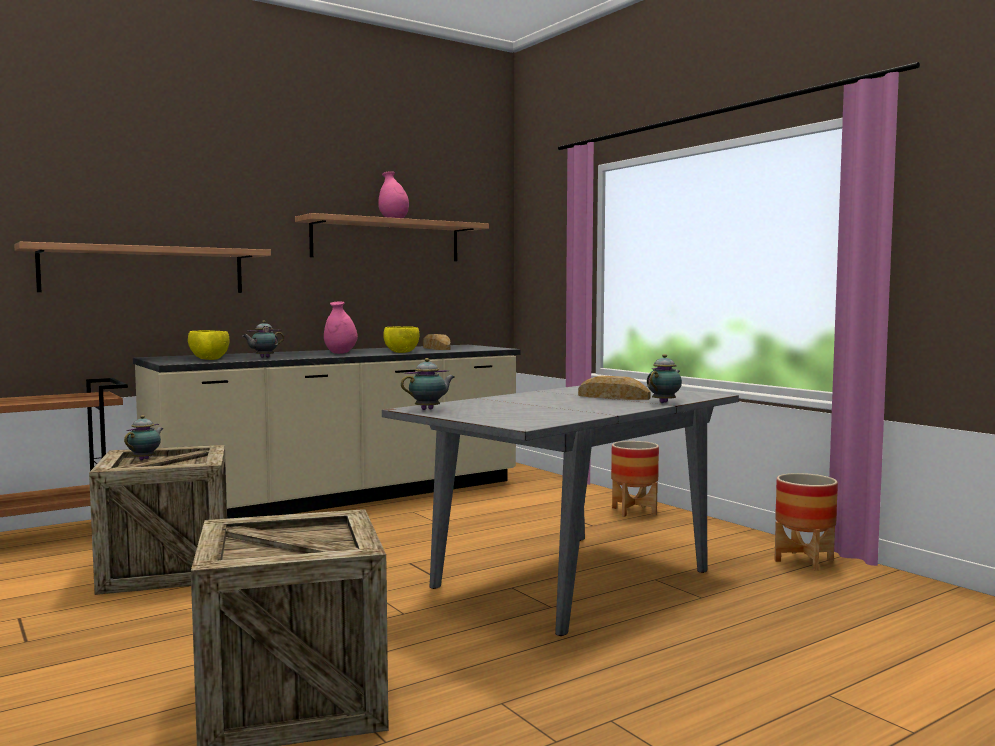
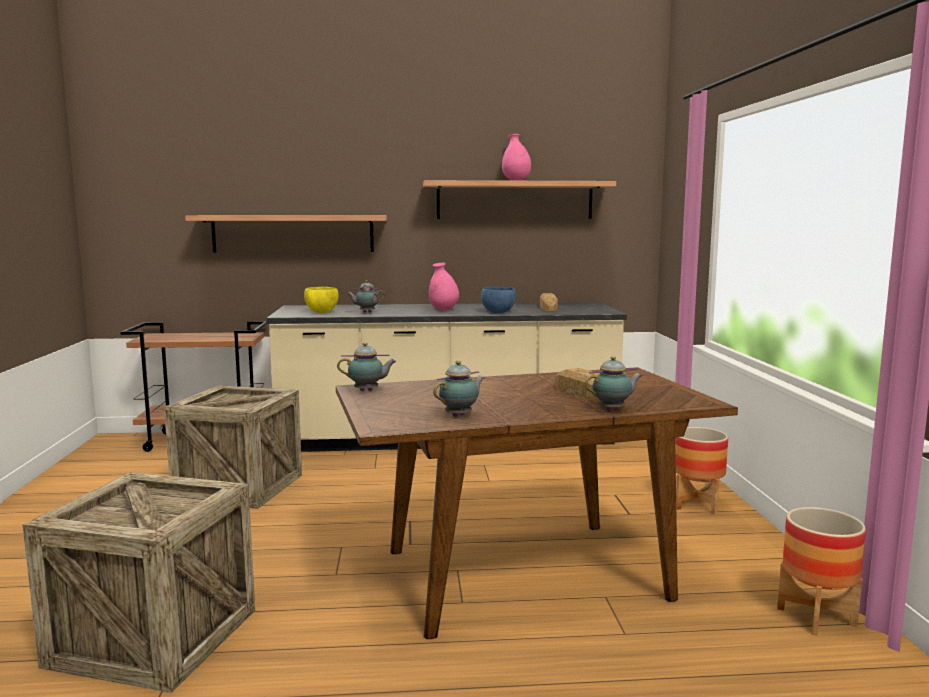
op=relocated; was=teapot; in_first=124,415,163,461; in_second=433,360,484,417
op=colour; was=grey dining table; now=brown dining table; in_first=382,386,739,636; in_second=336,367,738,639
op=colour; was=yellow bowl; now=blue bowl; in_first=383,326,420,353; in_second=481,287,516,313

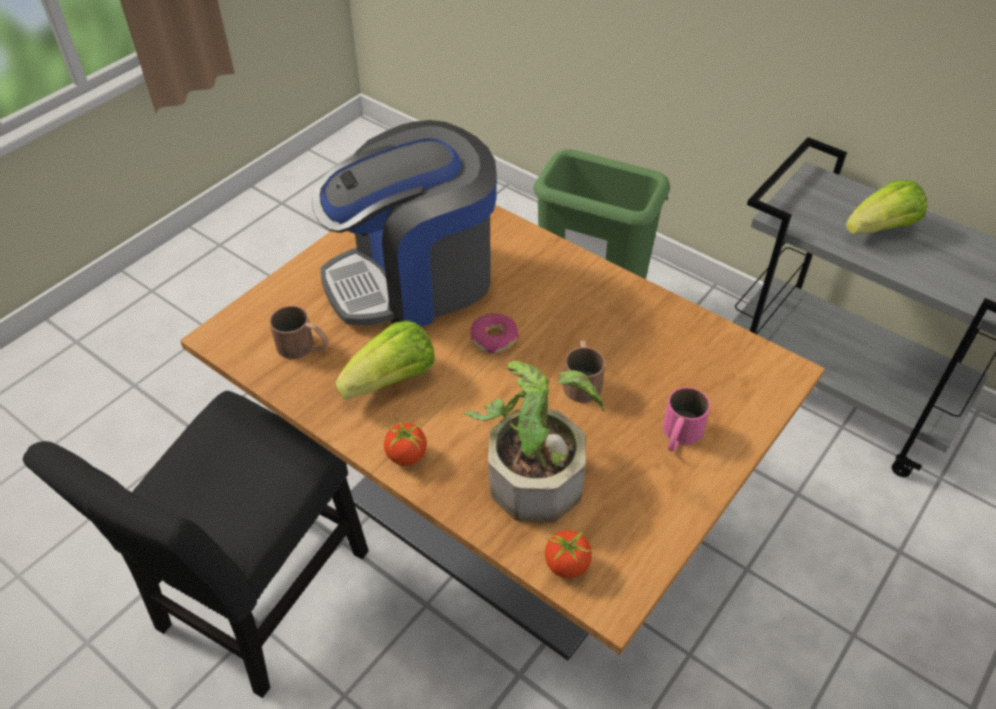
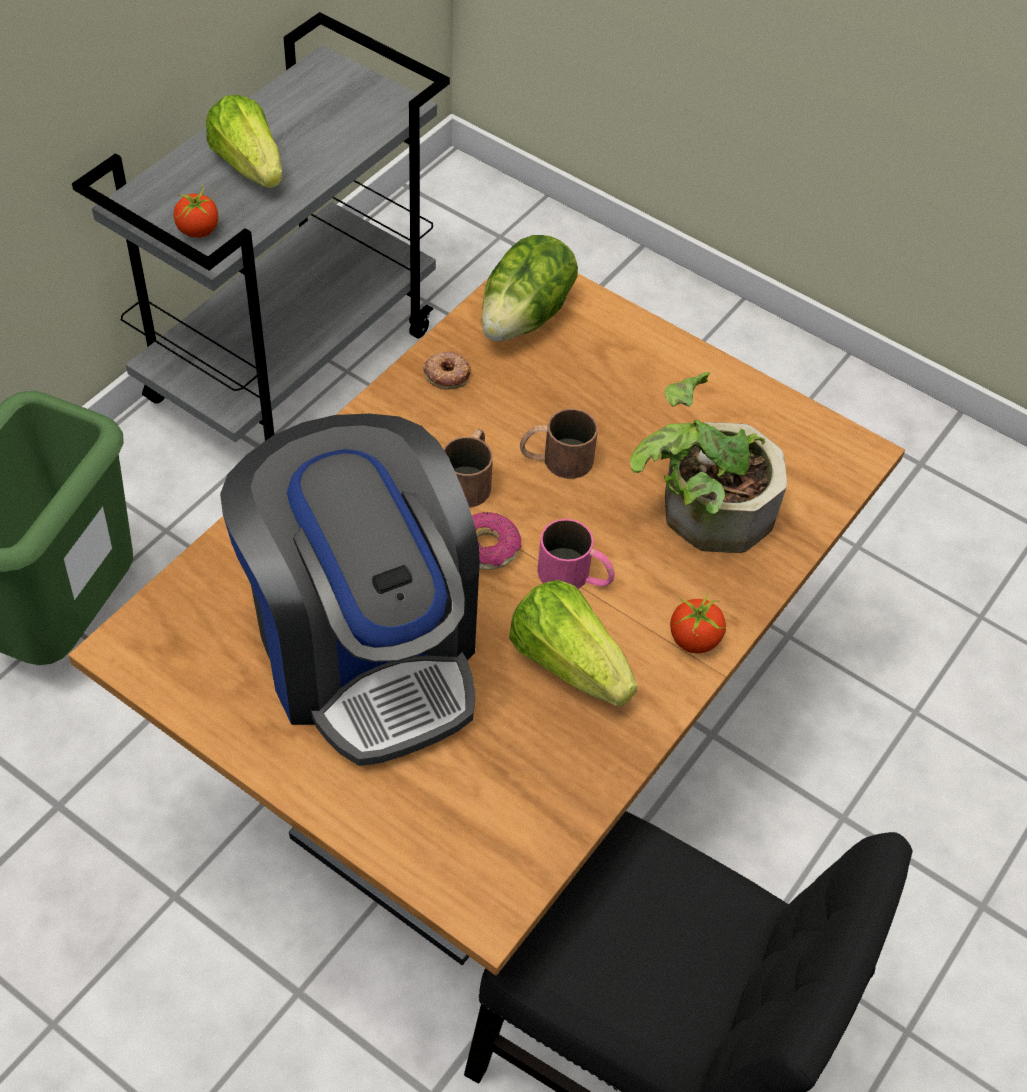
op=appeared; now=donut; in_second=423,352,471,390
op=appeared; now=lettuce; in_second=481,235,578,341
op=relocated; was=brown mug; in_first=269,306,328,359; in_second=443,429,493,508
op=relocated; was=tomato; in_first=545,527,596,578; in_second=174,184,218,238
op=relocated; was=pink mug; in_first=663,387,710,451; in_second=537,519,615,589

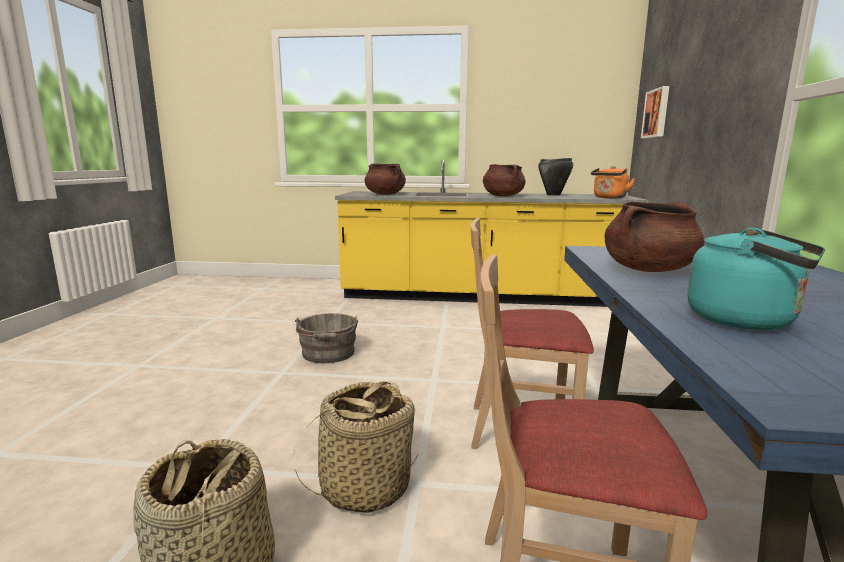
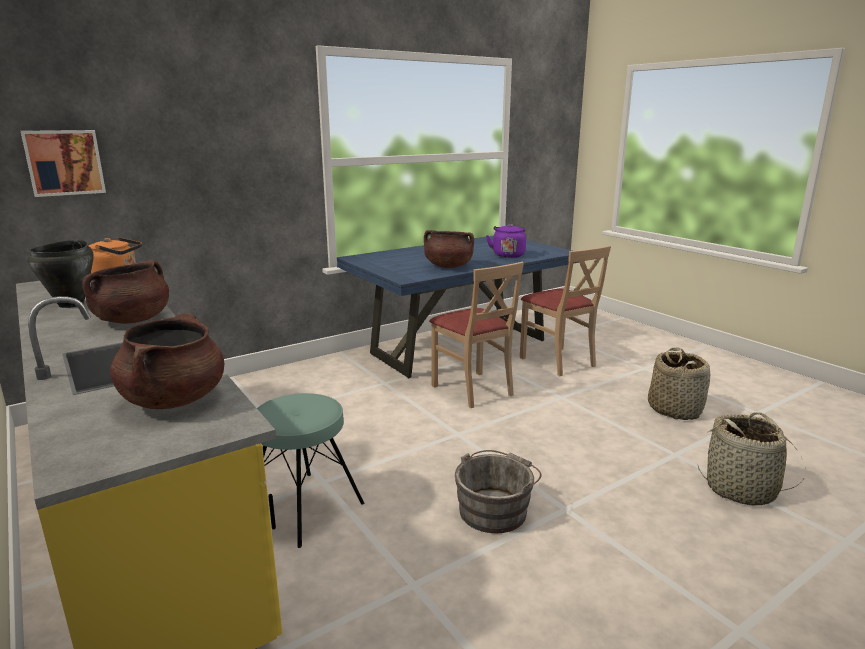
op=appeared; now=turquoise stool; in_second=257,393,365,548
op=relocated; was=basket; in_first=294,381,419,513; in_second=698,412,806,505
op=colour; was=turquoise kettle; now=purple kettle; in_first=687,228,825,330; in_second=486,224,526,258

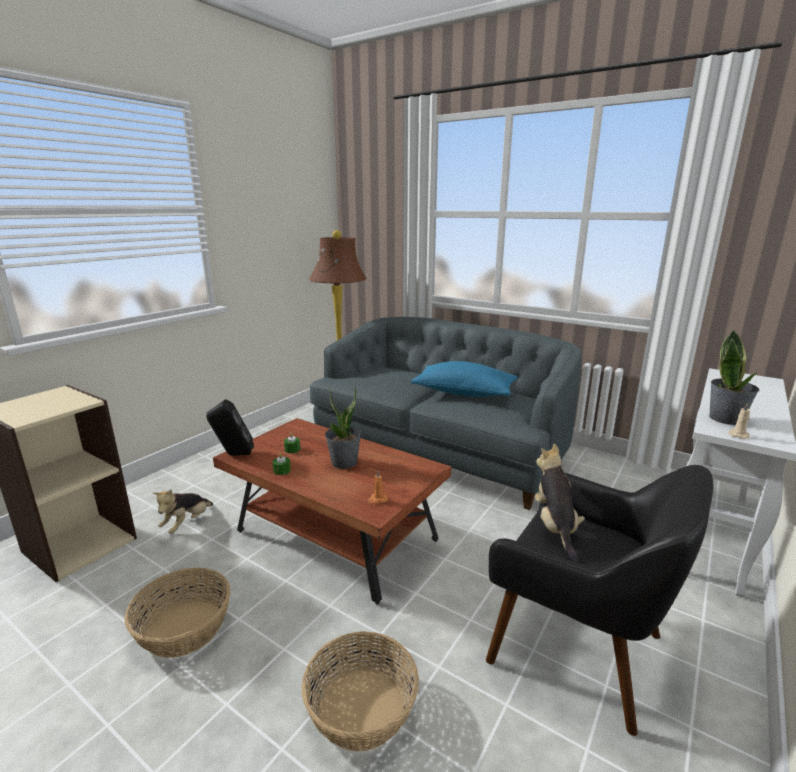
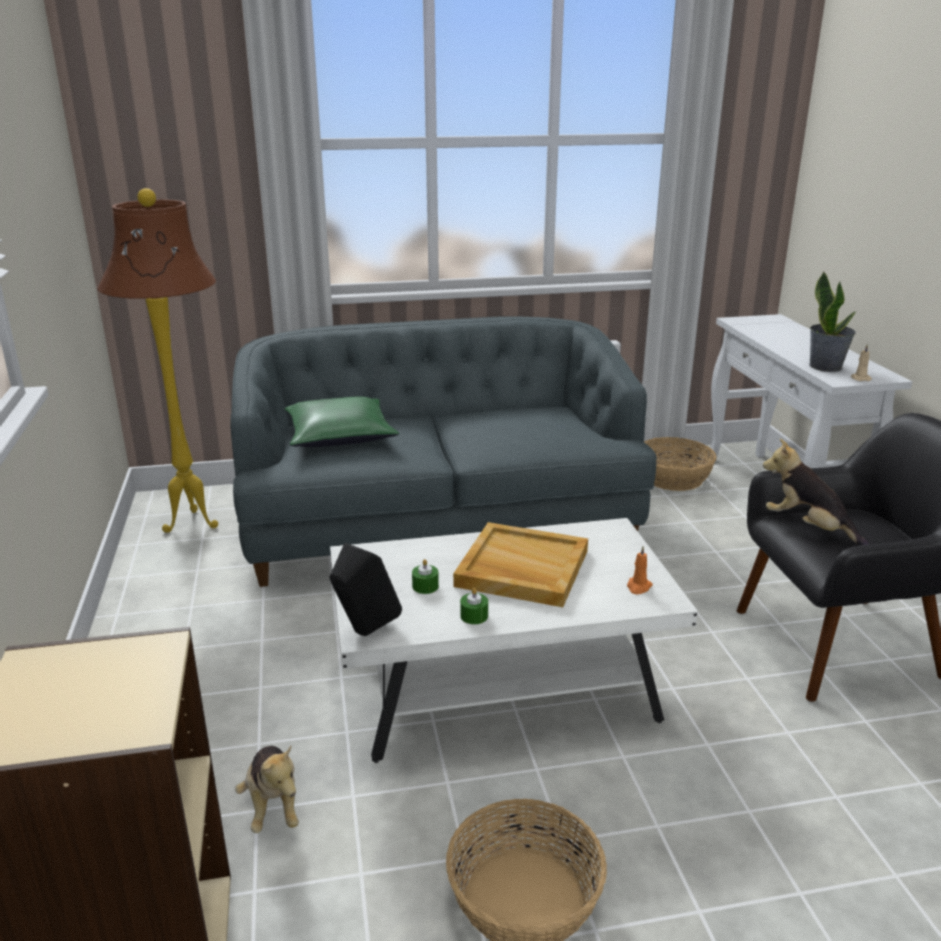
op=missing; was=blue pillow; in_first=411,361,518,397
op=appeared; now=green pillow; in_second=285,397,399,447
op=relocated; was=basket; in_first=302,632,419,752; in_second=644,437,717,491
op=exchanged; was=potted plant; now=beige tray; in_first=325,385,362,469; in_second=453,522,588,607
op=colour; was=brown coffee table; now=white coffee table; in_first=213,418,451,605; in_second=330,518,698,763

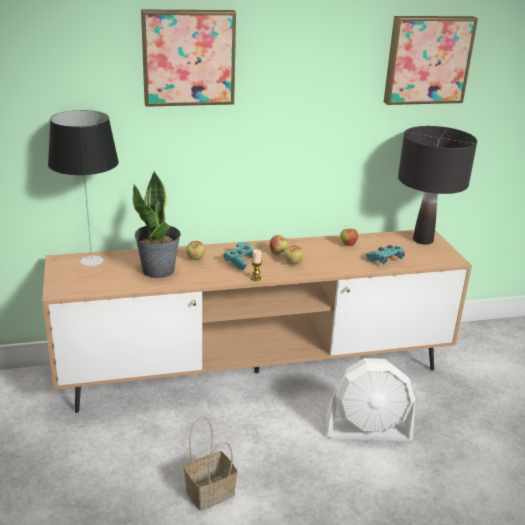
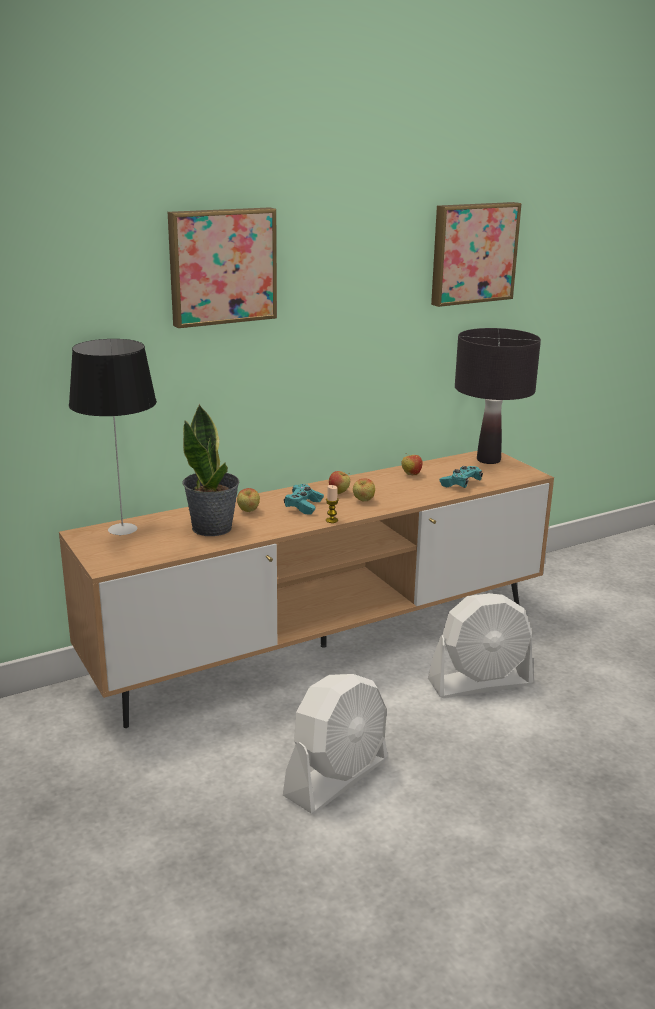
op=exchanged; was=basket; now=white fan; in_first=184,416,238,510; in_second=283,674,388,814

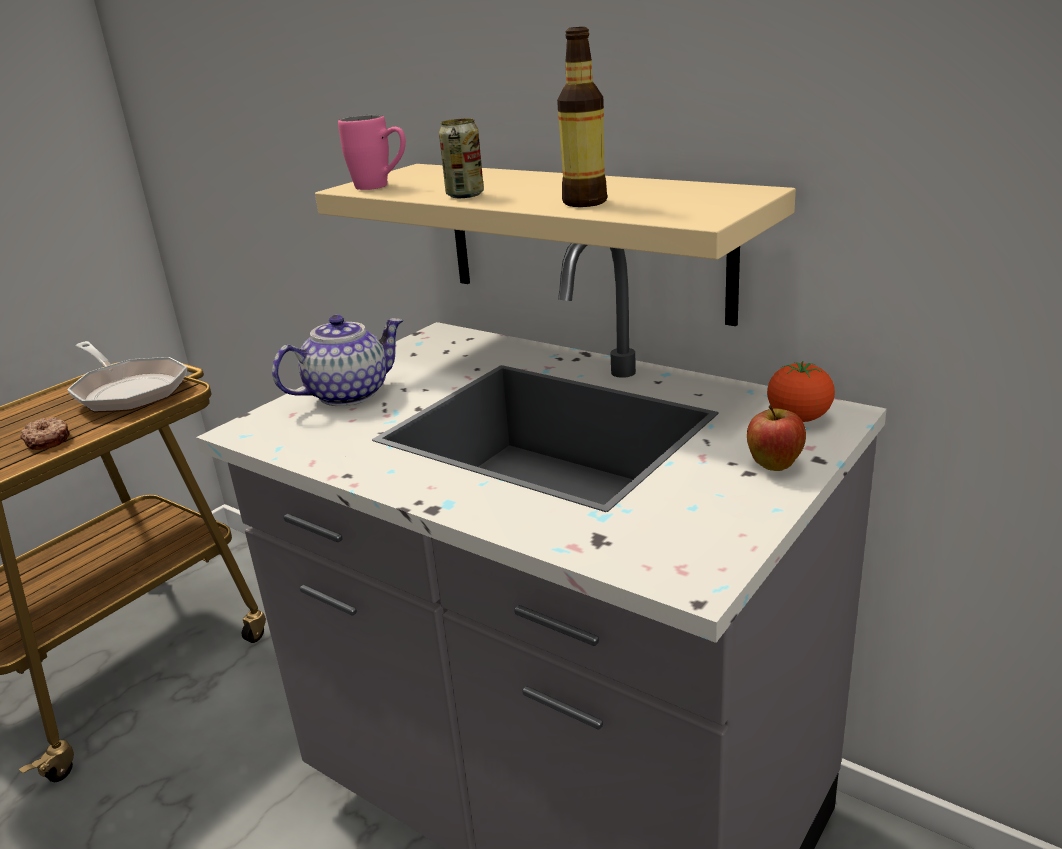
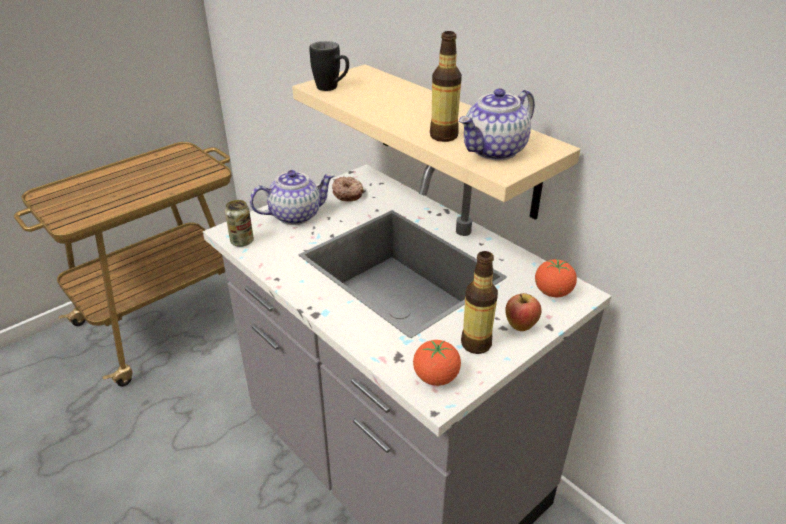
op=missing; was=frying pan; in_first=67,341,187,412
op=appeared; now=tomato; in_second=413,340,461,386
op=appeared; now=teapot; in_second=459,88,535,160
op=appeared; now=bottle; in_second=461,251,498,354
op=relocated; was=donut; in_first=20,417,70,450; in_second=332,177,364,201
op=relocated; was=can; in_first=439,118,484,198; in_second=225,200,254,247
op=colour; was=pink mug; now=black mug; in_first=338,115,406,190; in_second=309,41,349,91

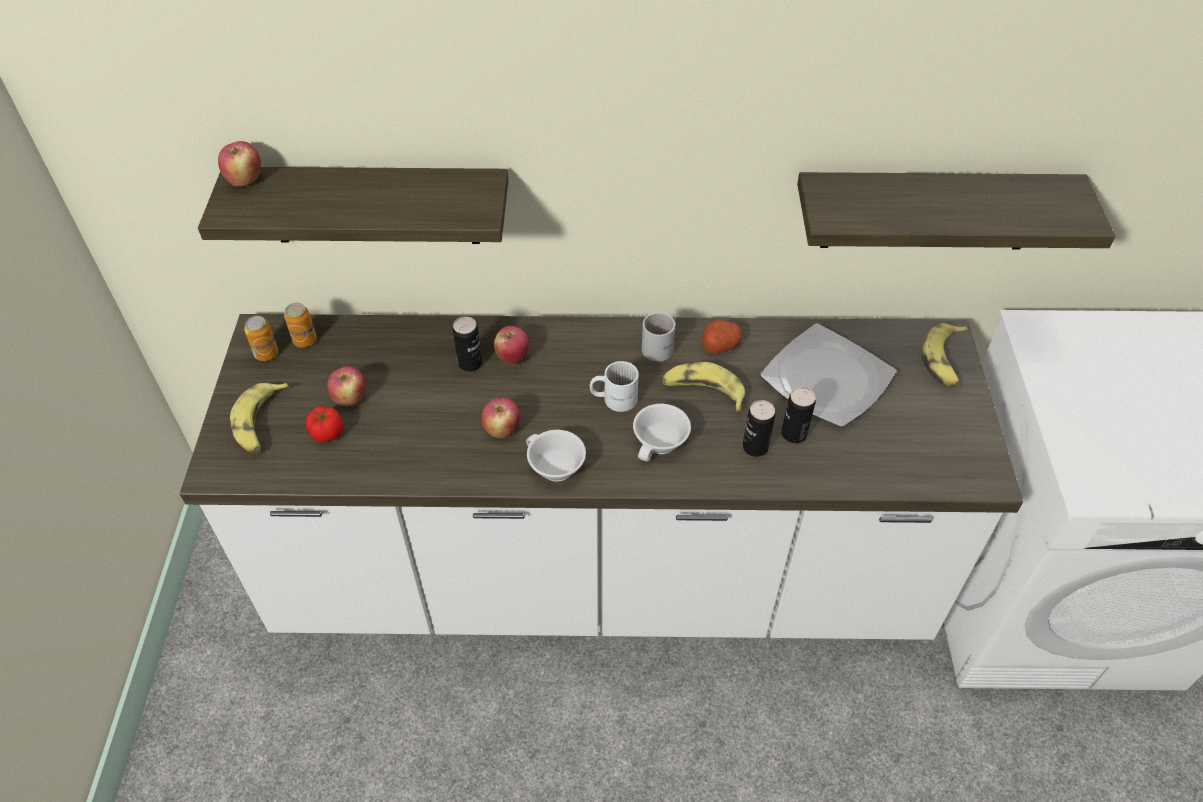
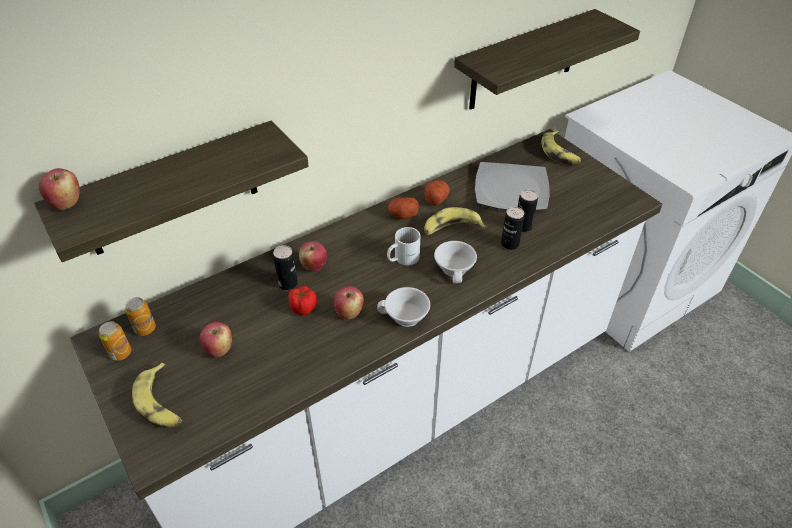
op=relocated; was=tomato; in_first=306,406,343,443; in_second=289,286,317,315
op=exchanged; was=white mug; now=potato; in_first=642,312,676,362; in_second=388,197,419,219

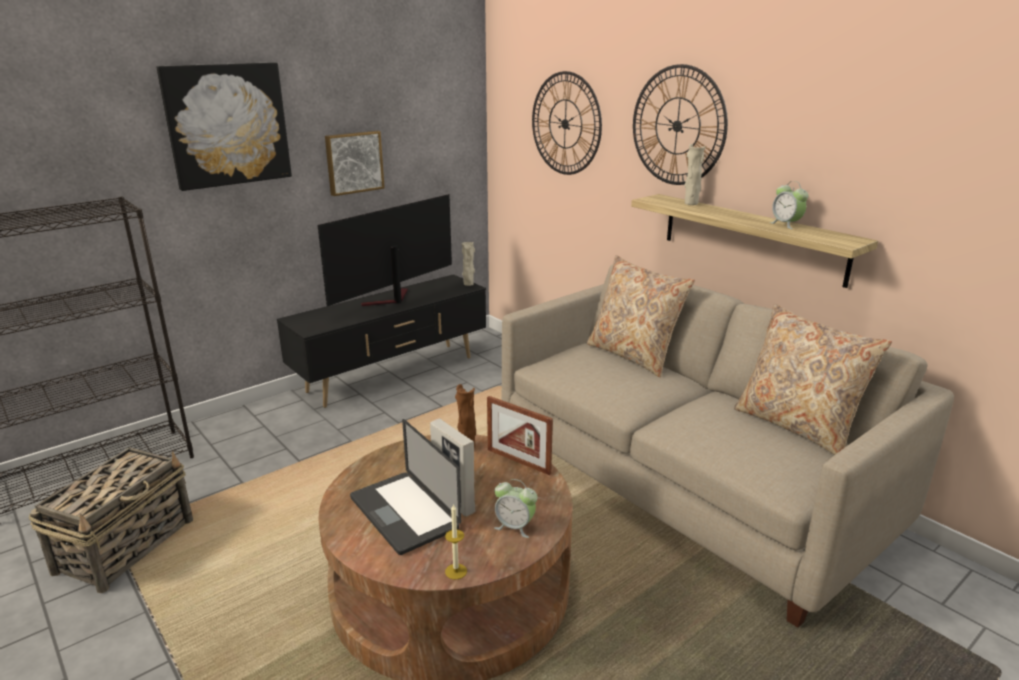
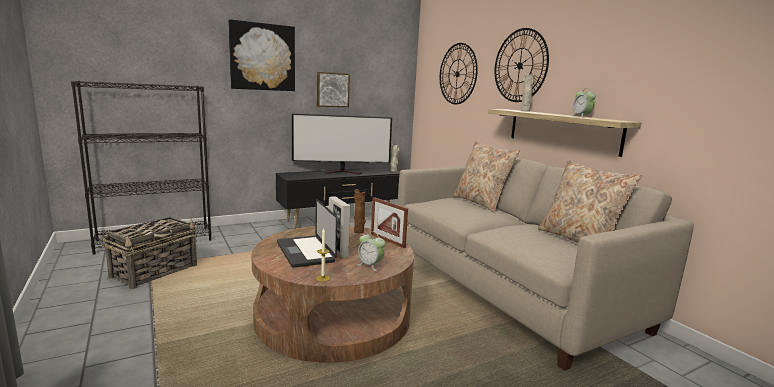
op=spun; was=television; in_first=317,194,452,306; in_second=292,114,392,174; clockwise=-150

